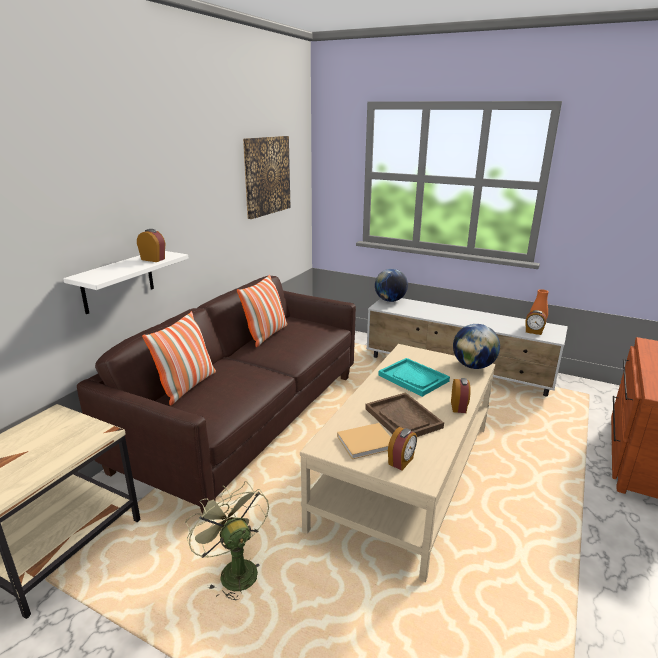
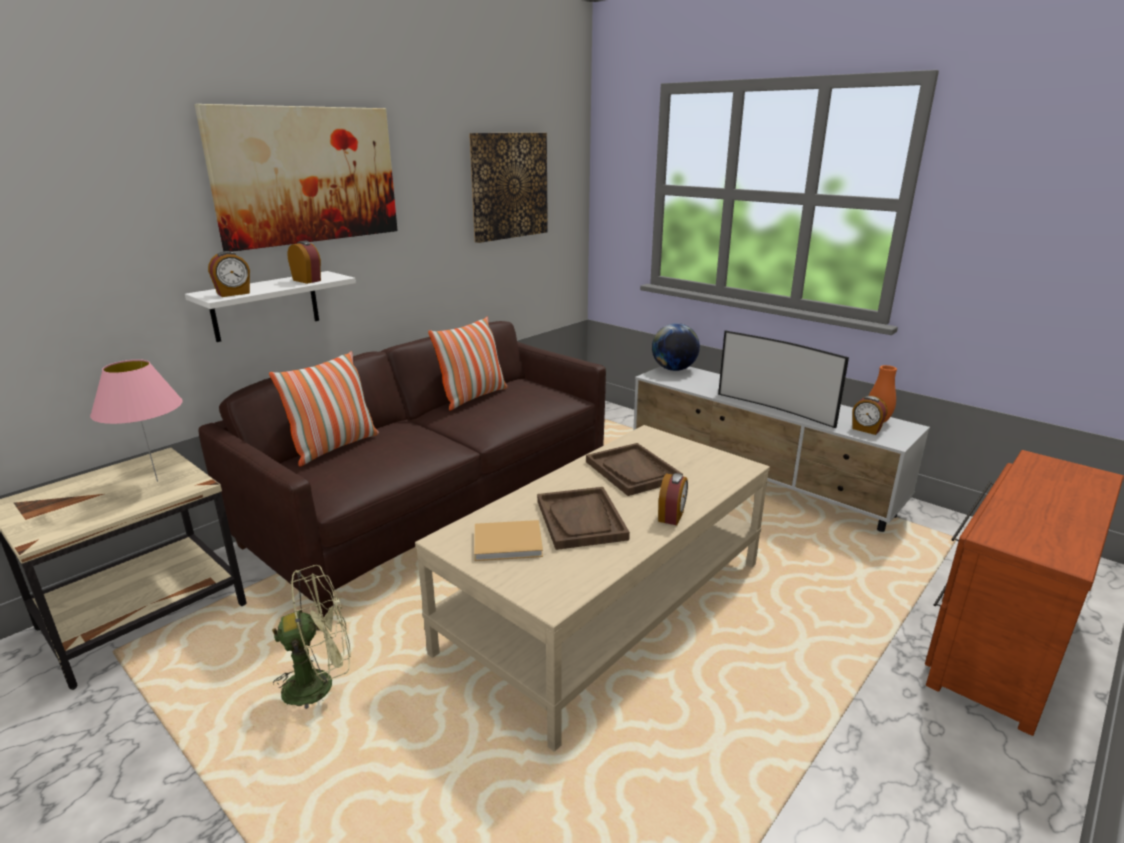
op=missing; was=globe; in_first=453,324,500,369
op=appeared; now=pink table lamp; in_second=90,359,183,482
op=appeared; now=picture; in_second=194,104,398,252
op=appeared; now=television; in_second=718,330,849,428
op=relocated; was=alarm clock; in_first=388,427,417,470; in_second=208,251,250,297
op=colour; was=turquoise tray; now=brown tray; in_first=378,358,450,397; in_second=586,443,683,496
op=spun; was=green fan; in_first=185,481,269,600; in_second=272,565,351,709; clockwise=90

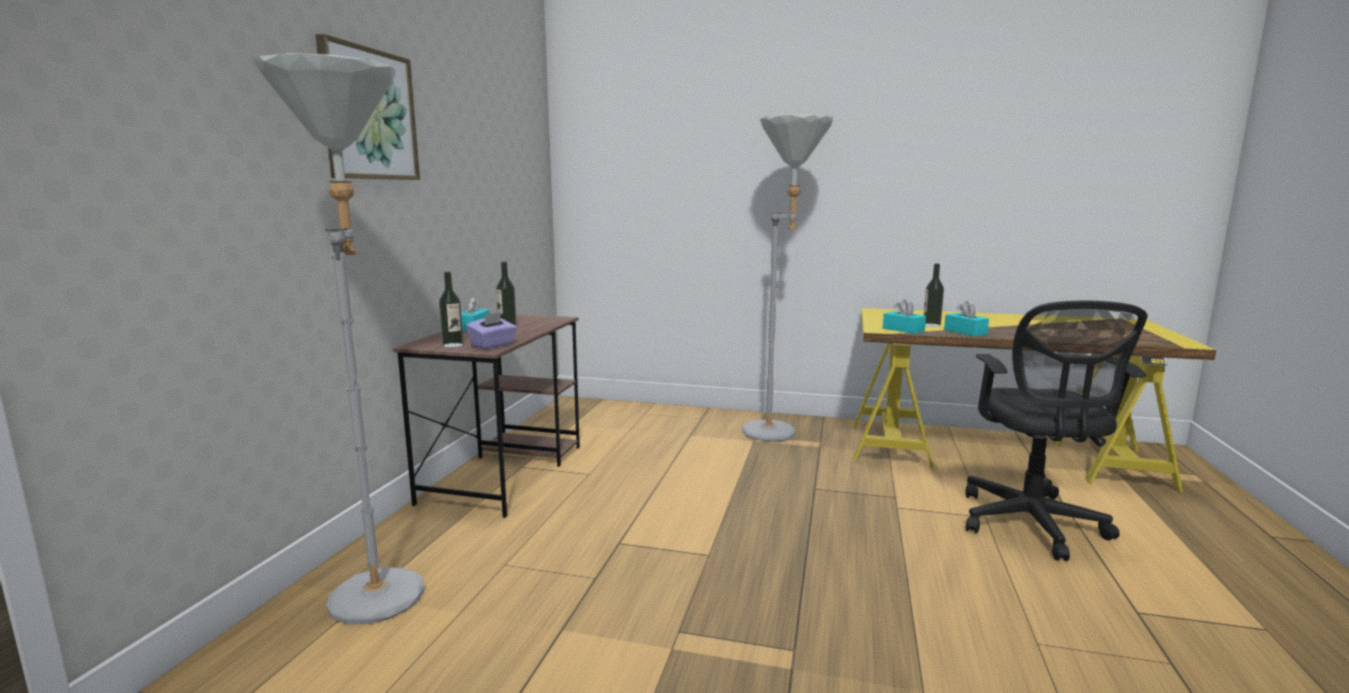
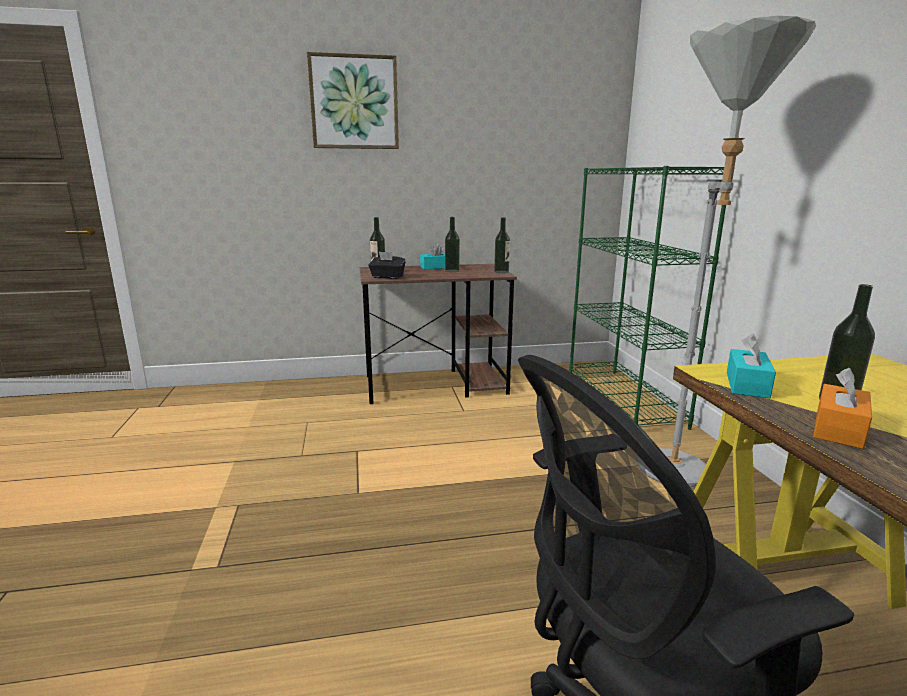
op=missing; was=grey floor lamp; in_first=254,53,425,624
op=appeared; now=bottle; in_second=494,217,510,273
op=appeared; now=green bookcase; in_second=569,166,726,430
op=colour; was=purple tissue box; now=black tissue box; in_first=466,312,517,349; in_second=368,252,406,279
op=colour; was=turquoise tissue box; now=orange tissue box; in_first=944,301,989,336; in_second=813,368,872,449

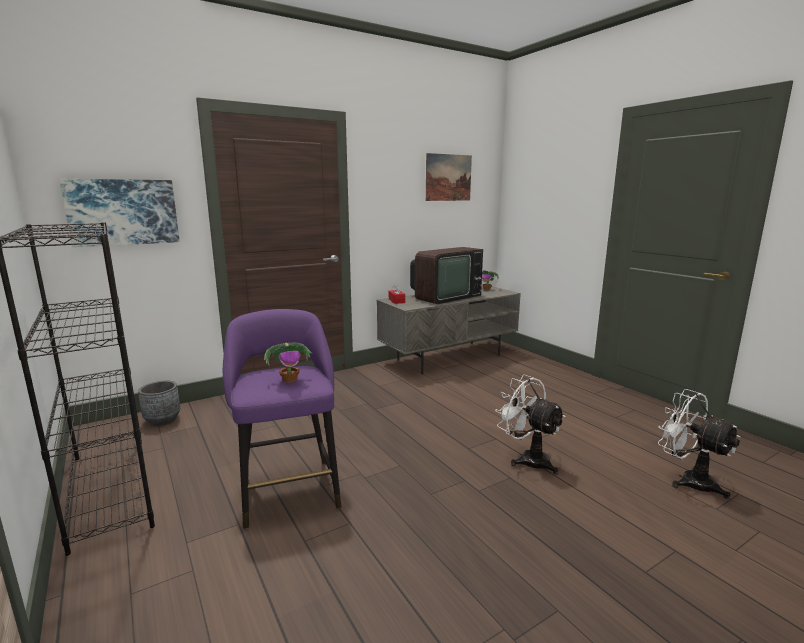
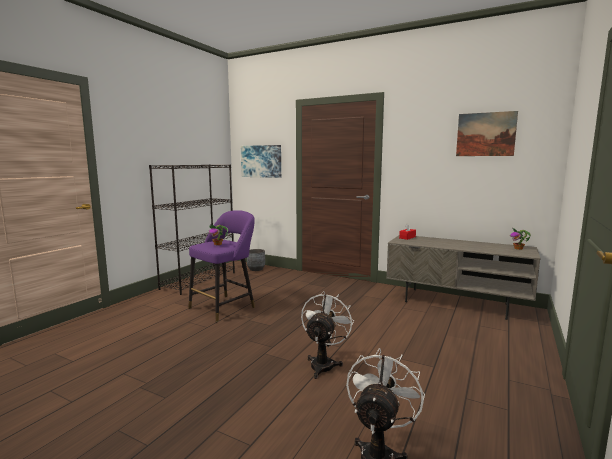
op=missing; was=television; in_first=410,247,483,304

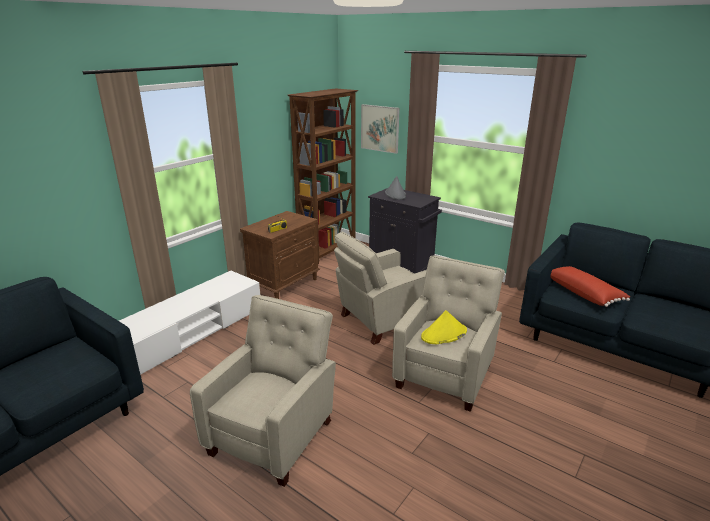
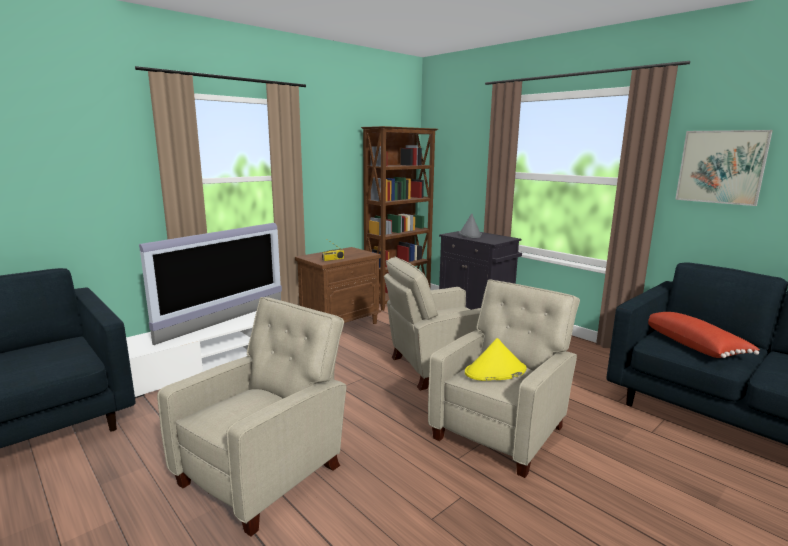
op=appeared; now=television; in_second=139,223,282,345
op=relocated; was=picture; in_first=361,104,400,154; in_second=675,130,773,206

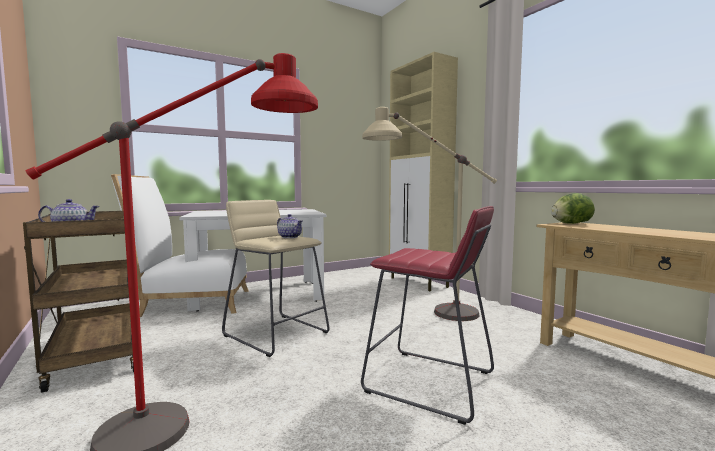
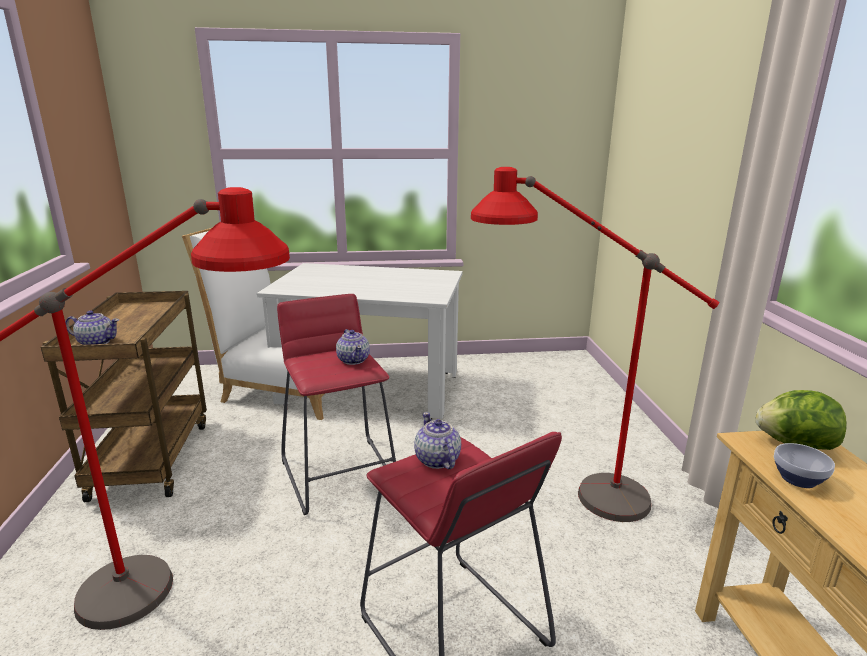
op=missing; was=beige cabinet; in_first=389,52,458,291
op=appeared; now=teapot; in_second=414,412,461,469
op=appeared; now=bowl; in_second=774,443,835,488
op=colour; was=beige stool; now=red stool; in_first=222,200,330,357; in_second=277,294,396,515
op=colour; was=beige floor lamp; now=red floor lamp; in_first=362,107,497,321; in_second=471,167,719,522

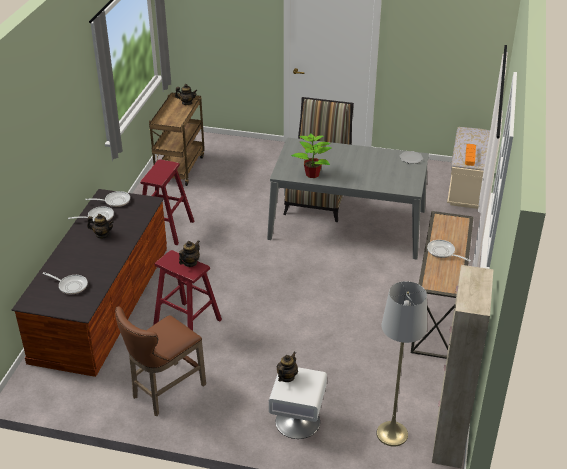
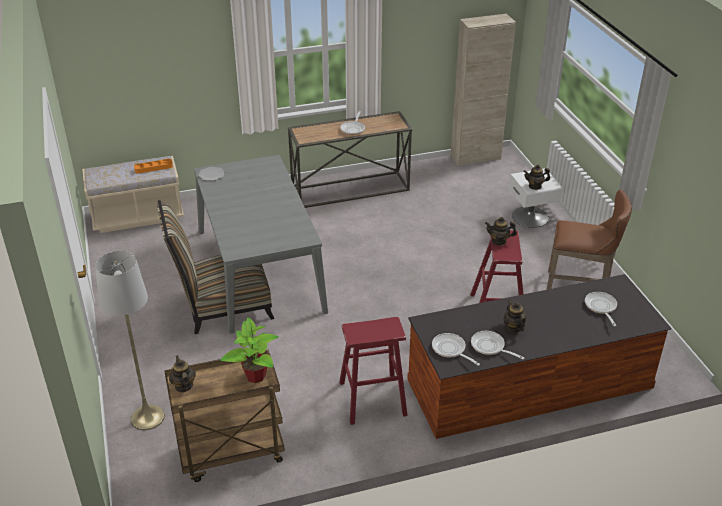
op=relocated; was=potted plant; in_first=291,133,332,178; in_second=220,317,279,383
op=relocated; was=grey floor lamp; in_first=376,281,427,446; in_second=95,251,165,430

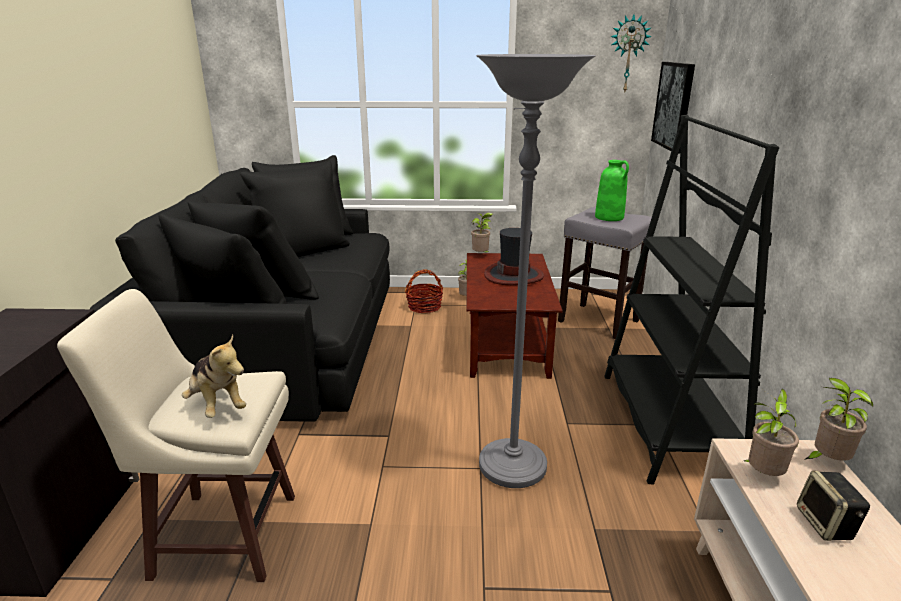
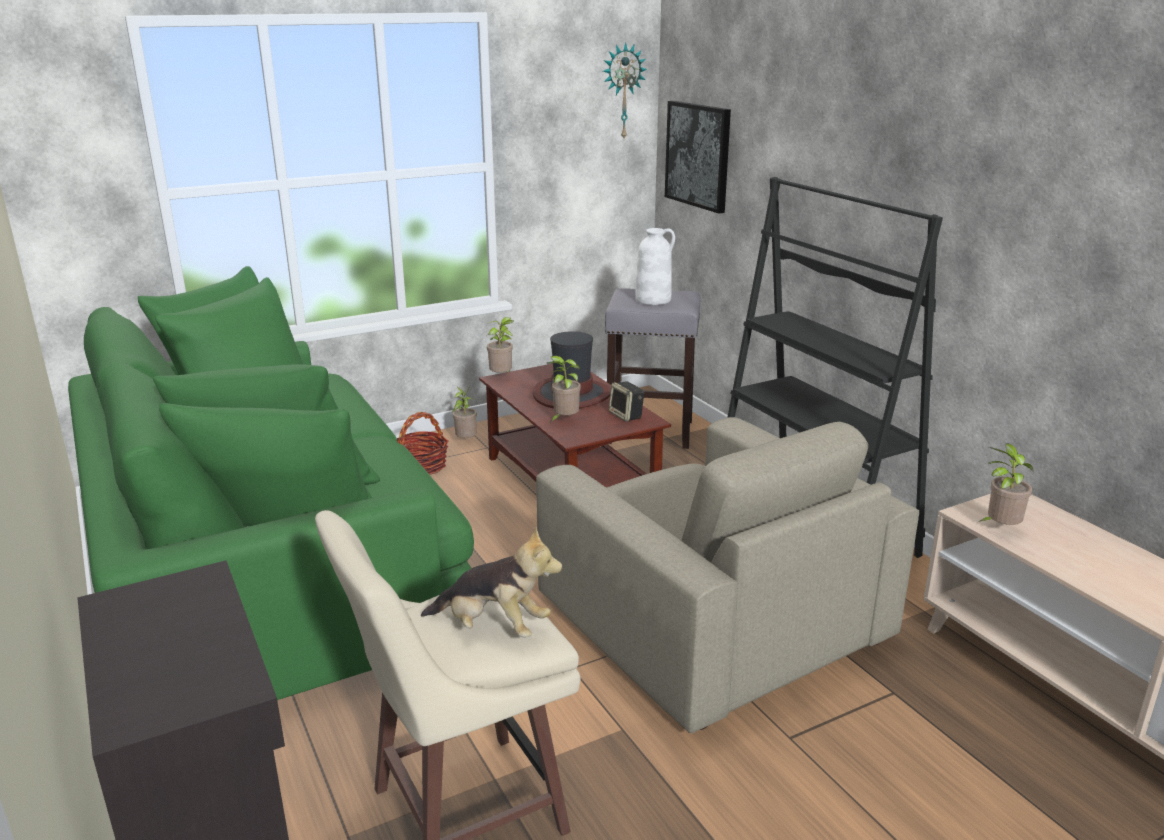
op=relocated; was=speaker; in_first=797,471,870,541; in_second=609,381,644,422
op=relocated; was=potted plant; in_first=804,378,873,461; in_second=547,356,581,422
op=exchanged; was=grey floor lamp; now=beige armchair; in_first=476,54,595,488; in_second=536,417,919,733
op=colour; was=black sofa; now=green sofa; in_first=90,155,390,422; in_second=68,266,474,700
op=colour; was=green vase; now=white vase; in_first=595,160,629,221; in_second=635,228,675,305

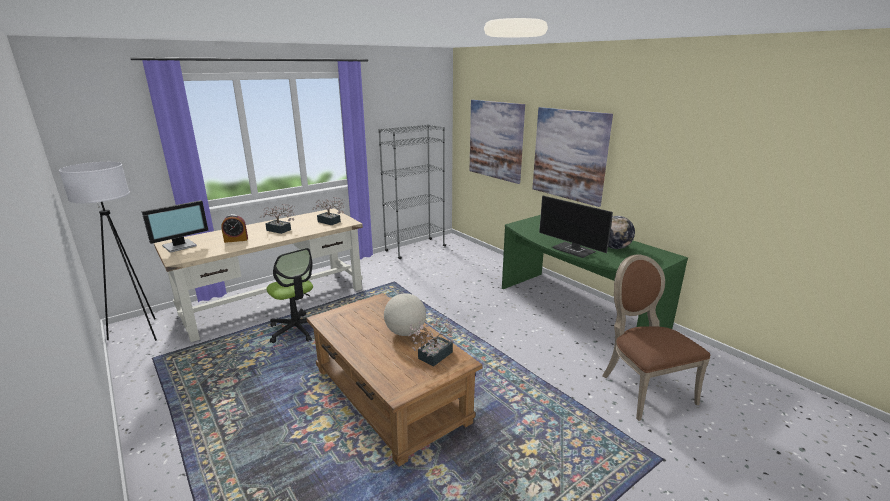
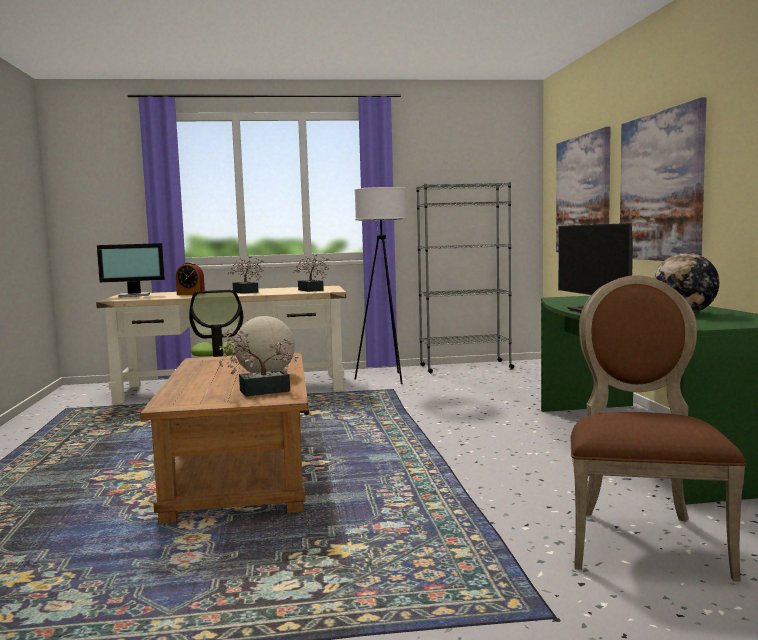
op=relocated; was=white floor lamp; in_first=59,162,157,341; in_second=354,187,406,384

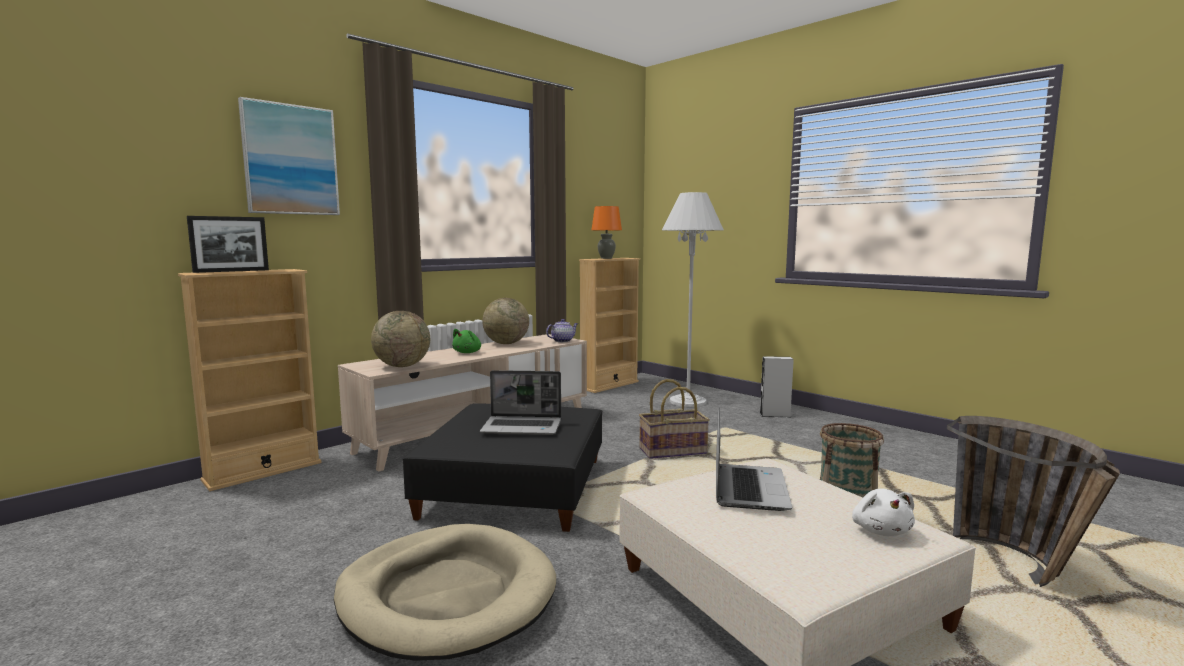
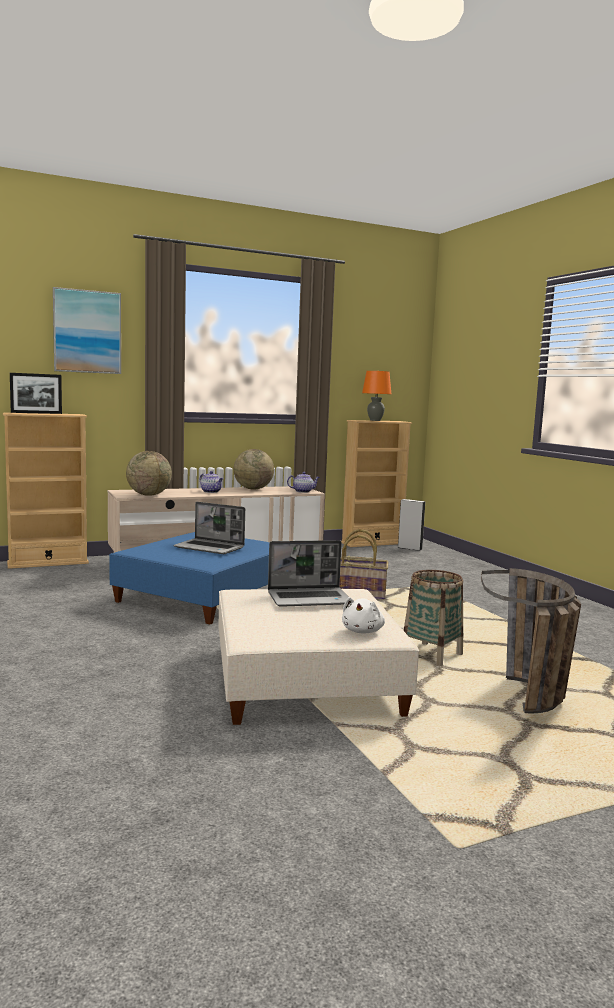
op=missing; was=beige dog bed; in_first=334,524,556,661
op=missing; was=white floor lamp; in_first=662,192,724,407
op=relocated; was=grey speaker; in_first=760,356,794,417; in_second=398,499,425,551
op=exchanged; was=green plush toy; now=teapot; in_first=452,329,481,353; in_second=200,471,223,493
op=colour; was=black ottoman; now=blue ottoman; in_first=402,403,602,532; in_second=109,532,270,625
op=spun; was=laptop; in_first=716,407,792,511; in_second=268,540,348,607; clockwise=45

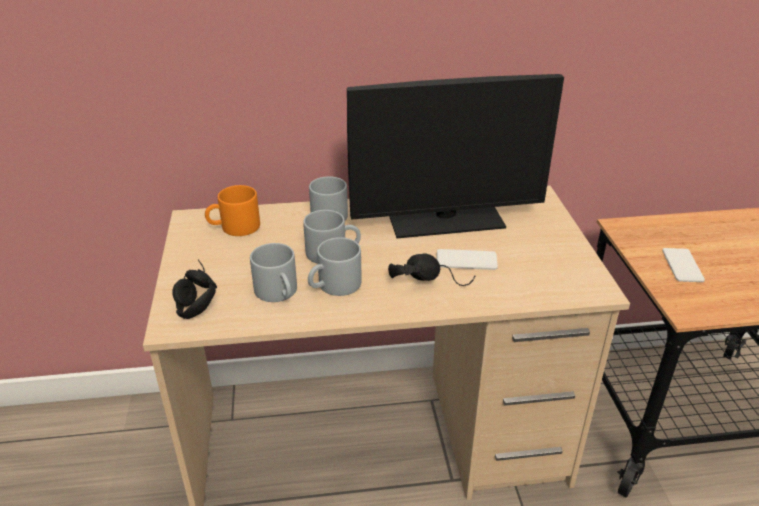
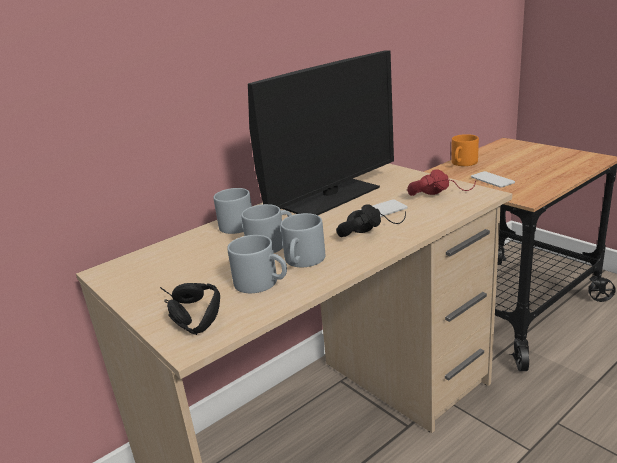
op=appeared; now=red headphones; in_second=407,169,476,196
op=relocated; was=orange mug; in_first=205,185,260,236; in_second=451,134,479,166

